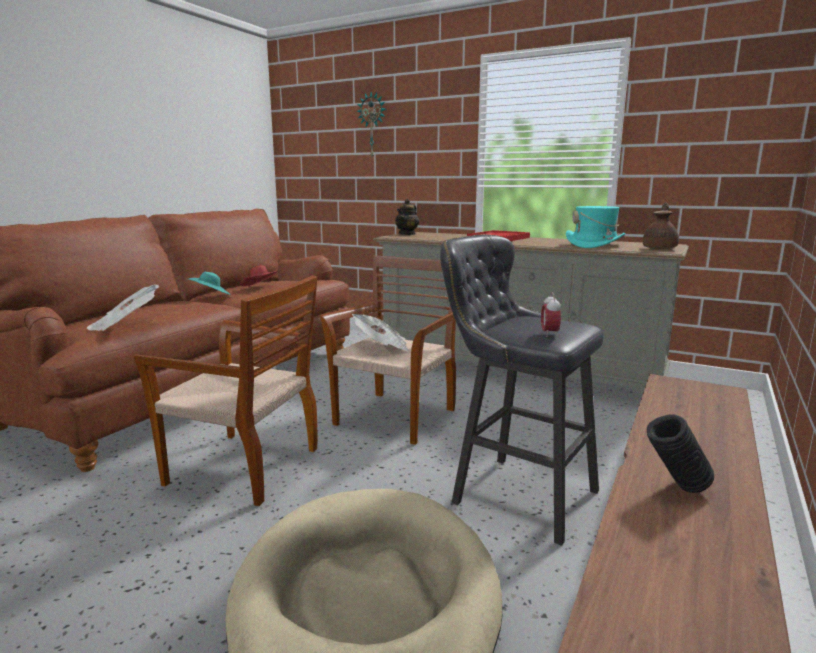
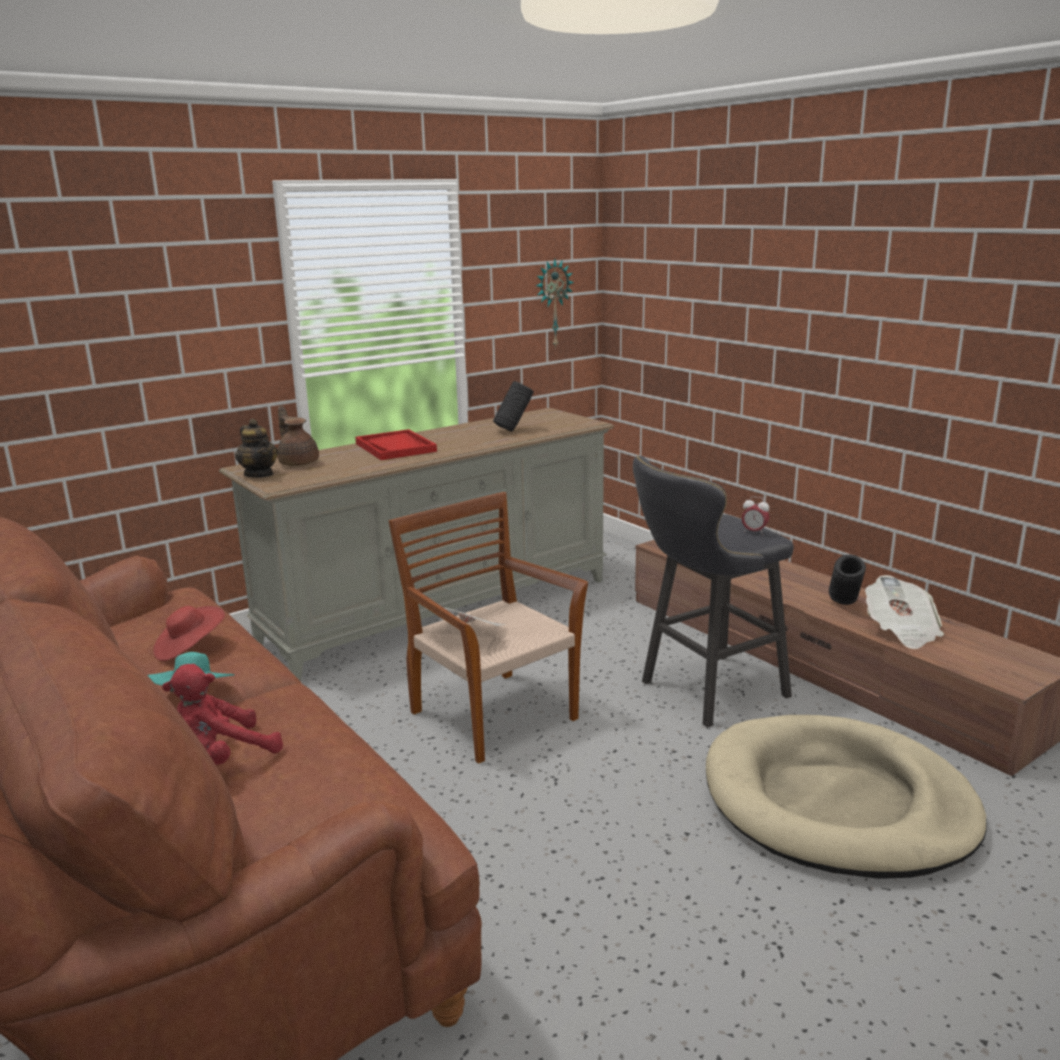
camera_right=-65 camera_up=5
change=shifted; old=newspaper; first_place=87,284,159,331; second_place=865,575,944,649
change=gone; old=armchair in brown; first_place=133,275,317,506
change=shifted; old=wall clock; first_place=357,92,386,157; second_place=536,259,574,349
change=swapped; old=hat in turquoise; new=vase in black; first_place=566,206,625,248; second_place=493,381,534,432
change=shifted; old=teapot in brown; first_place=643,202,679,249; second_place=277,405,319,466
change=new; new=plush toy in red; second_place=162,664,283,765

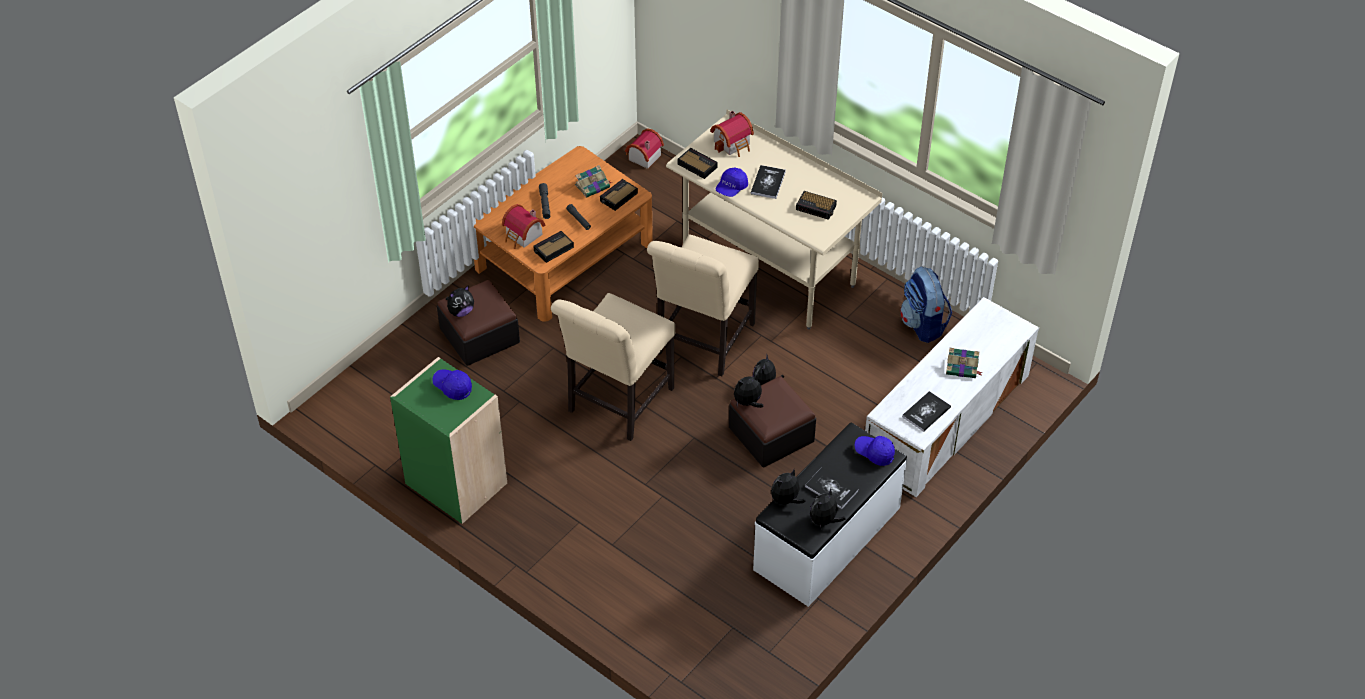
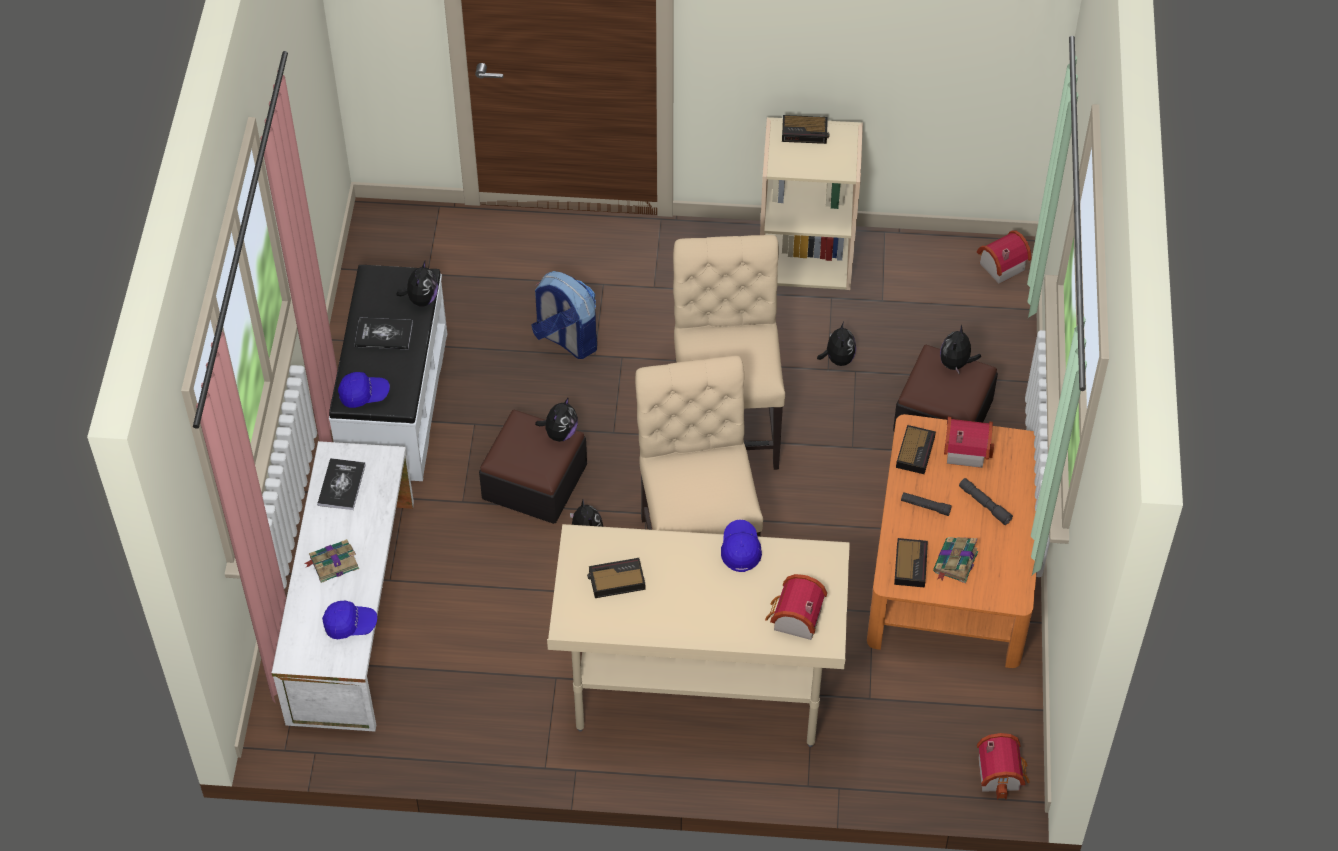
camera_right=145 camera_up=5
change=repainted; old=bookcase in green; new=bookcase in beige; first_place=390,357,507,524; second_place=760,117,863,290
change=shifted; old=cap in blue; first_place=432,369,472,400; second_place=322,601,377,639
change=shifted; old=alarm clock; first_place=677,148,718,179; second_place=782,115,829,144
change=gone; old=book; first_place=751,165,785,199
change=shifted; old=plush toy; first_place=810,488,846,530; second_place=817,322,856,366
change=shifted; old=backpack; first_place=900,267,952,343; second_place=531,271,597,359
change=new; new=toy house; second_place=977,230,1032,284

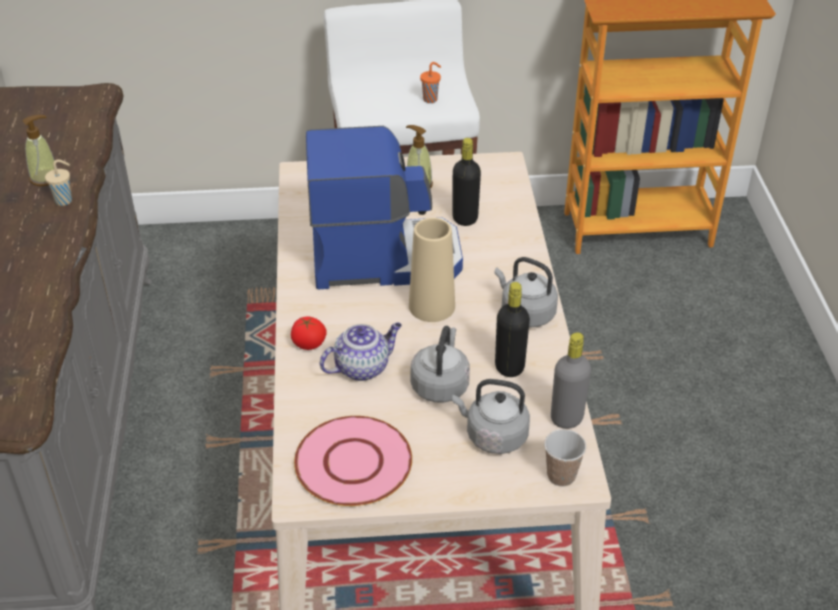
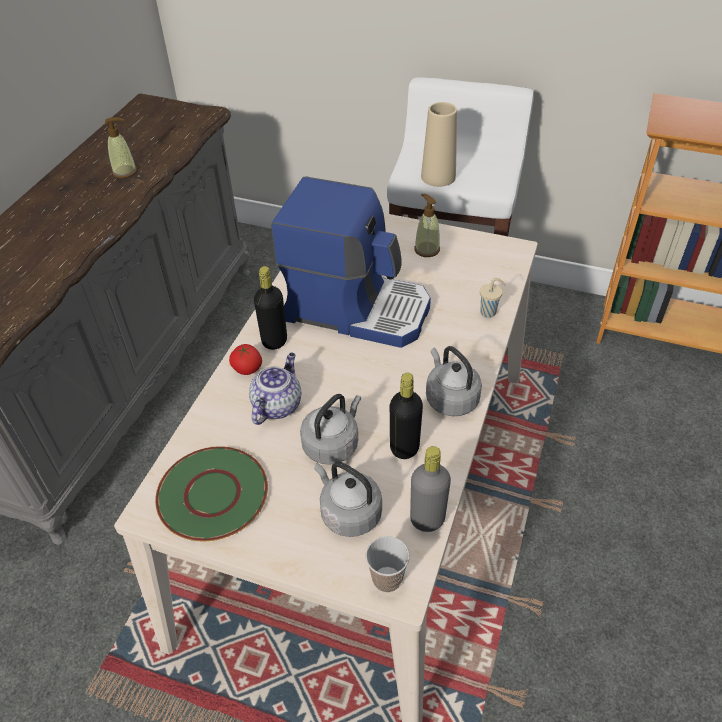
camera_right=25 camera_up=5
change=shifted; old=cup in beige; first_place=45,160,72,206; second_place=480,278,506,318
change=repainted; old=plate in pink; new=plate in green; first_place=294,416,412,506; second_place=155,446,268,541
change=rotated; old=teapot; first_place=320,323,402,381; second_place=249,353,301,425; degrees=-60
change=shifted; old=vase in beige; first_place=409,218,455,322; second_place=421,102,457,187
change=gone; old=cup in orange; first_place=420,62,441,103
change=shifted; old=bottle in black; first_place=452,138,481,226; second_place=254,266,287,350

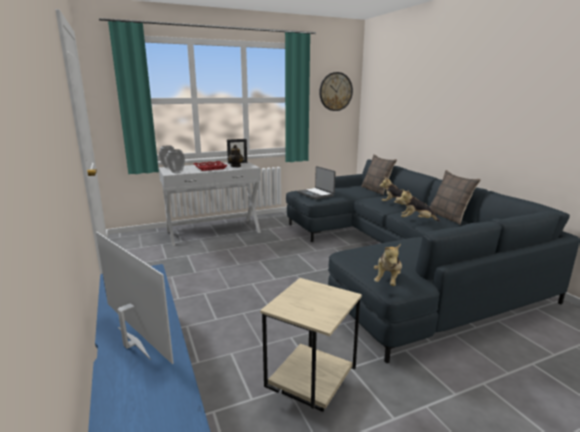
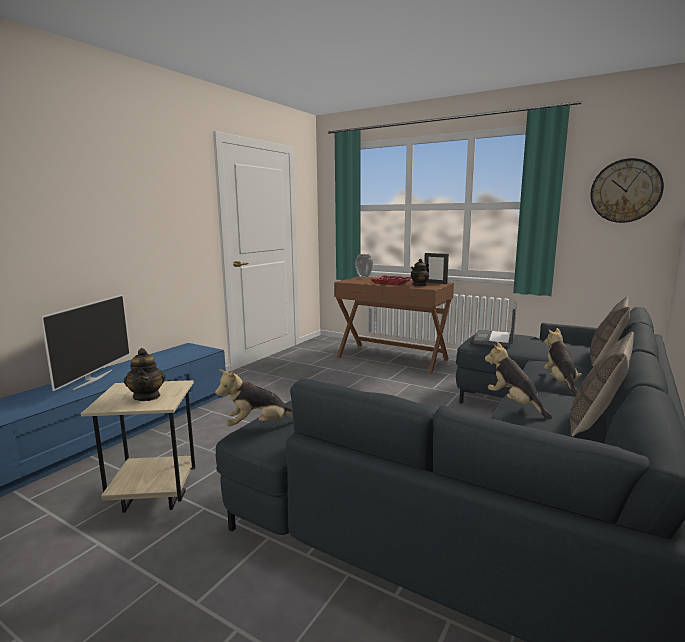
camera_right=55 camera_up=-5
change=repainted; old=console table in white; new=console table in brown; first_place=158,161,261,246; second_place=334,276,454,374
change=gone; old=vase; first_place=166,149,185,174
change=new; new=teapot; second_place=124,348,165,401

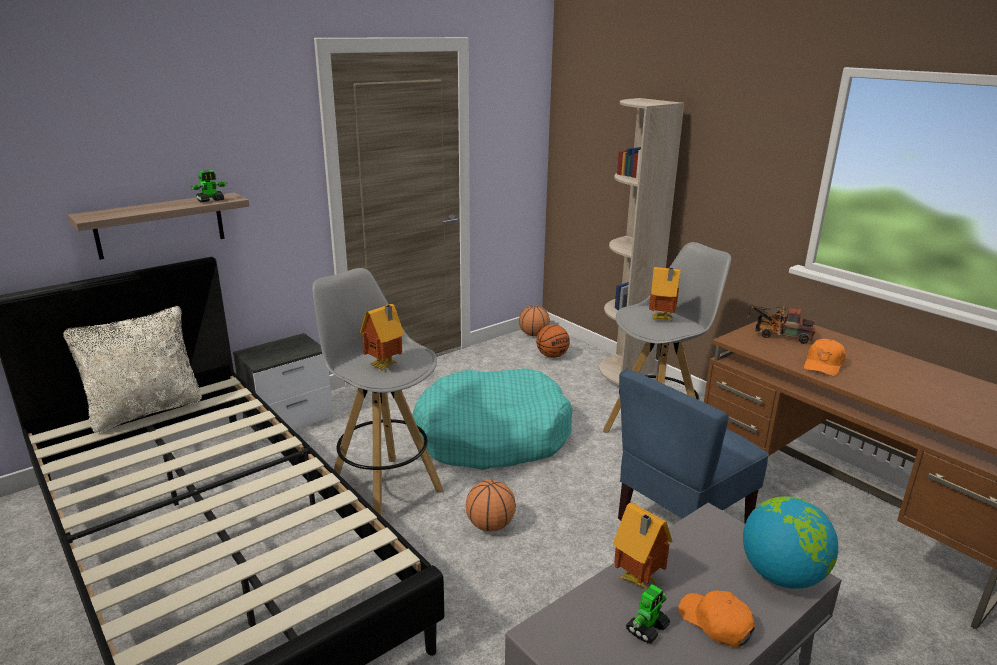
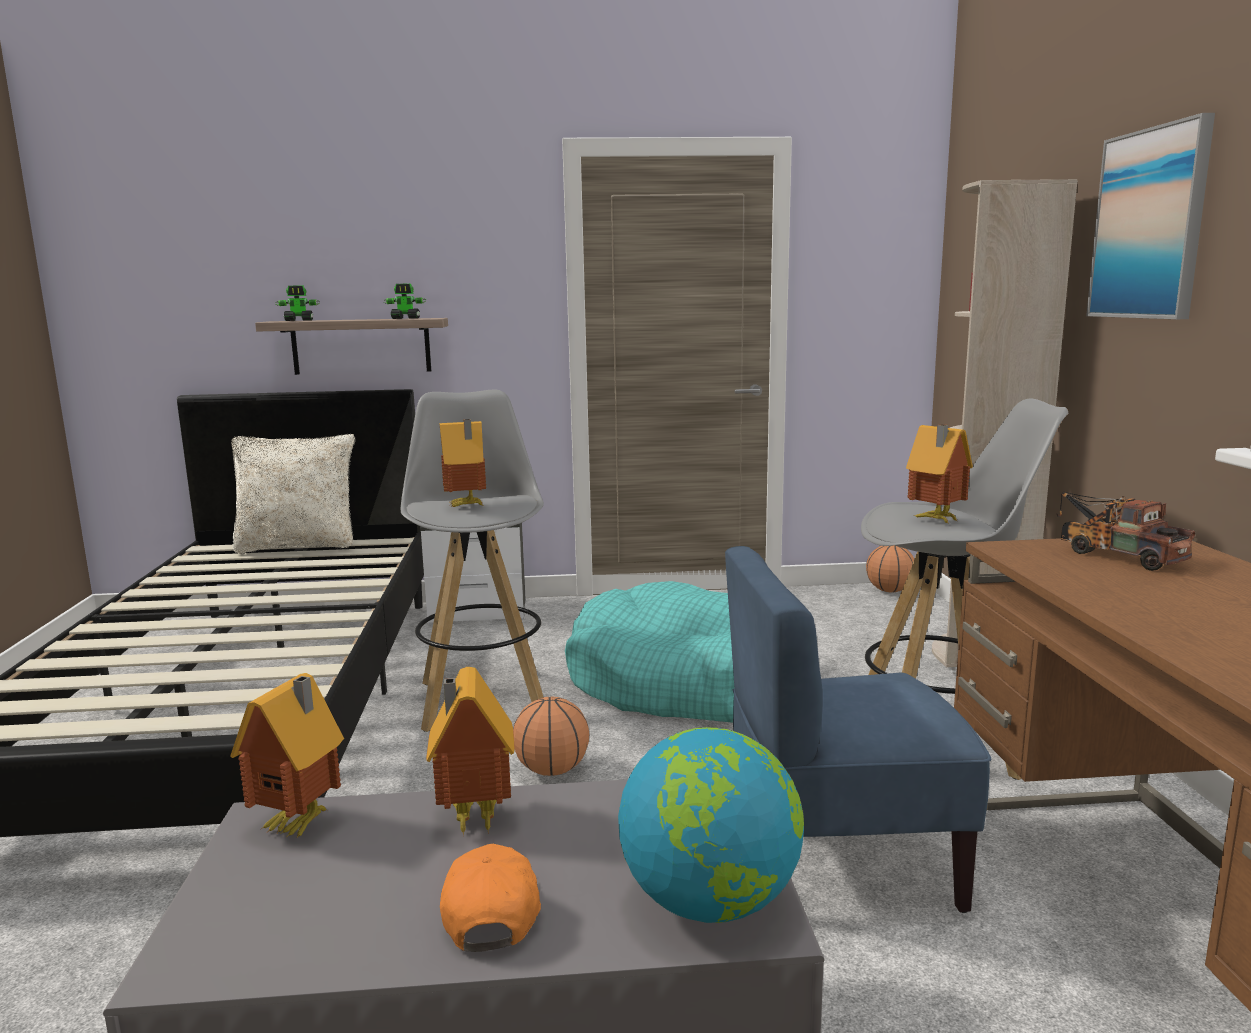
camera_right=35 camera_up=-10
change=gone; old=basketball; first_place=536,324,570,358
change=shifted; old=toy robot; first_place=626,584,670,644; second_place=276,285,320,321
change=gone; old=cap in orange; first_place=804,339,846,376
change=new; new=toy house; second_place=230,673,344,839
change=new; new=picture; second_place=1086,113,1215,319

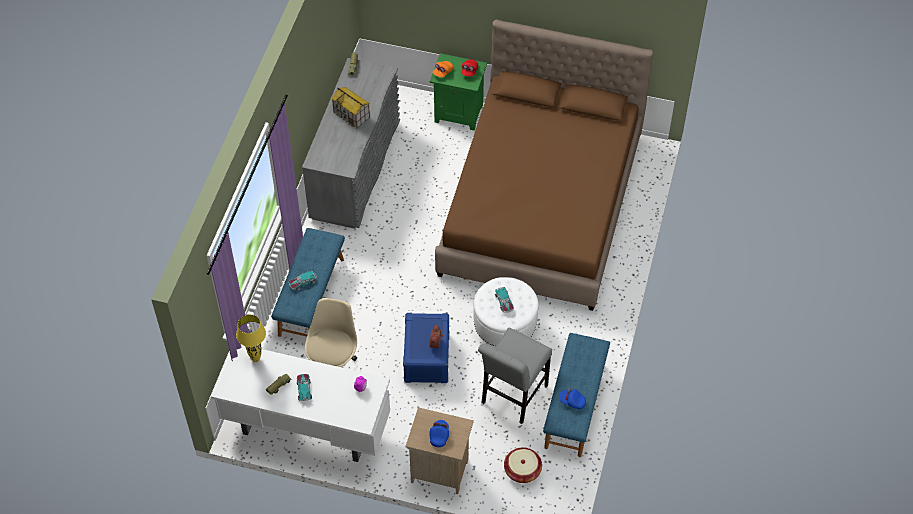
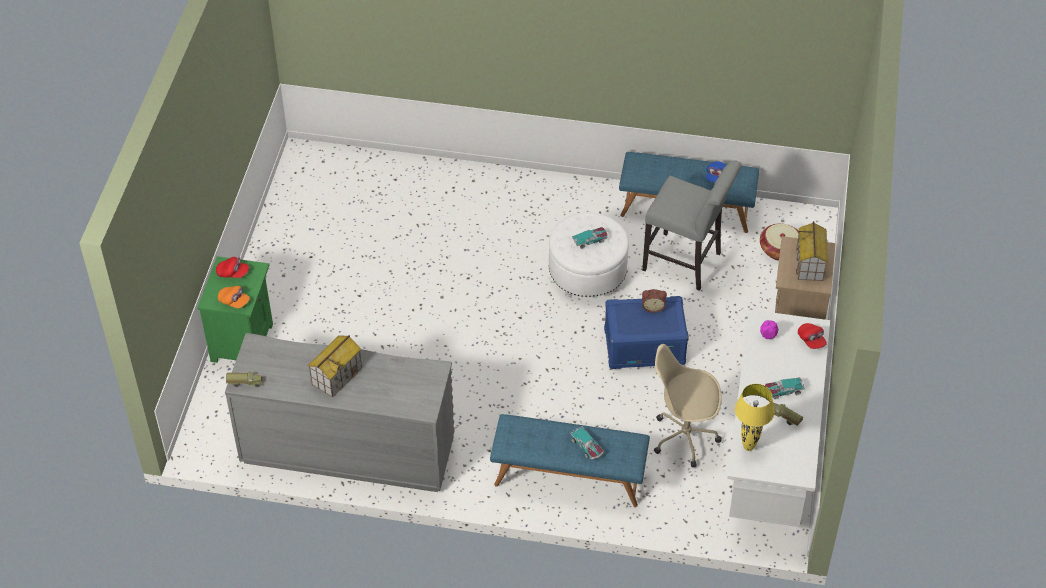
camera_right=-95 camera_up=-5
change=swapped; old=cap in blue; new=toy house; first_place=429,420,449,447; second_place=796,221,828,281
change=gone; old=bed in brown; first_place=435,19,653,311
change=new; new=cap in red; second_place=798,323,827,349

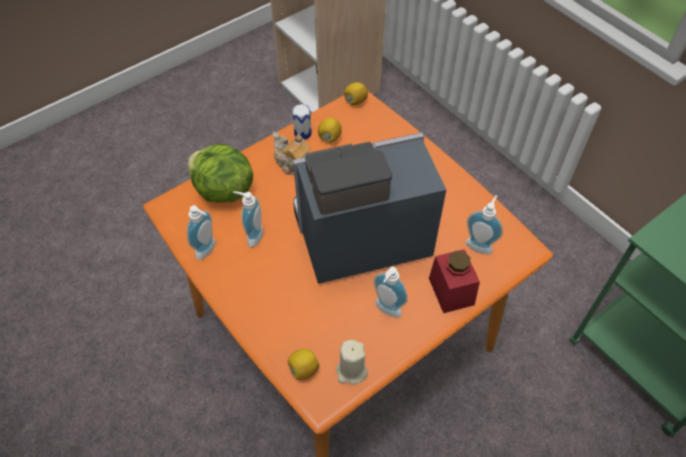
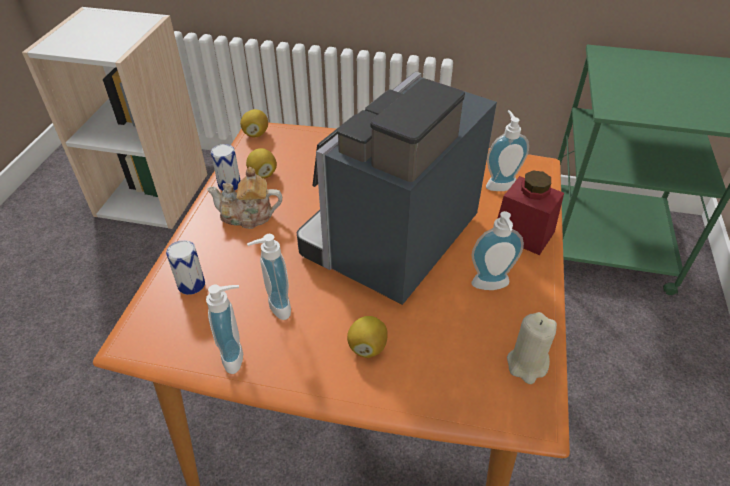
camera_right=-40 camera_up=-10
change=swapped; old=lettuce; new=can; first_place=188,144,253,203; second_place=166,240,205,295
change=shifted; old=lemon; first_place=288,349,319,380; second_place=347,316,388,358

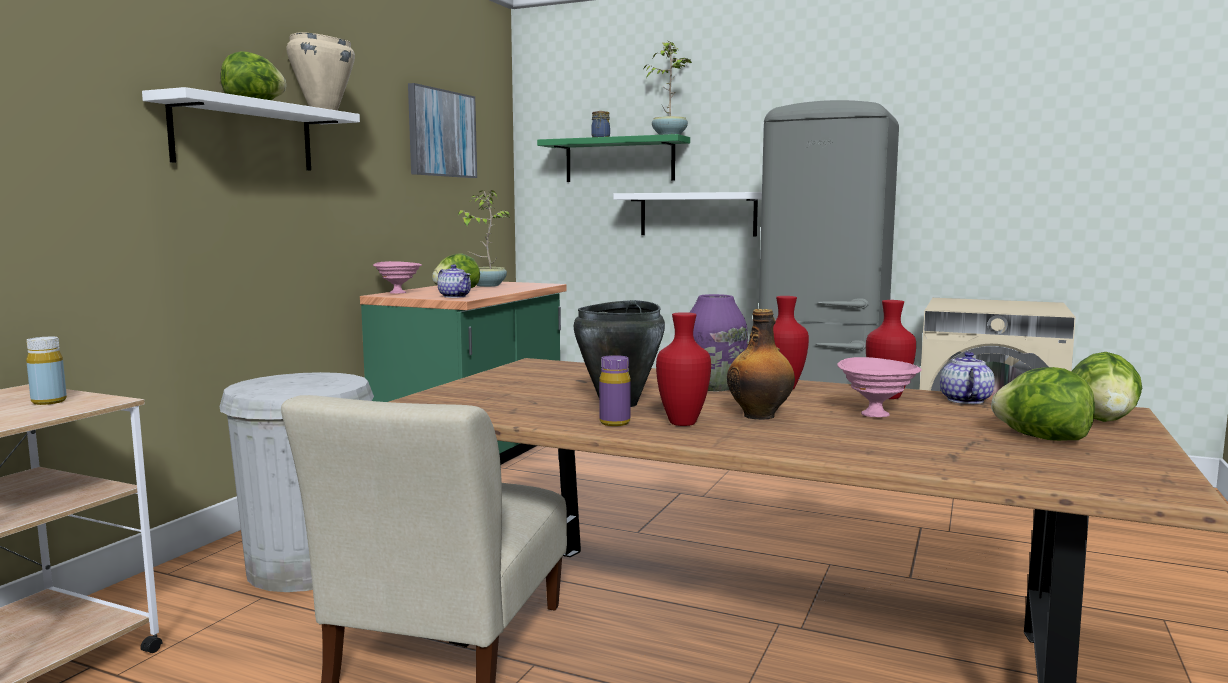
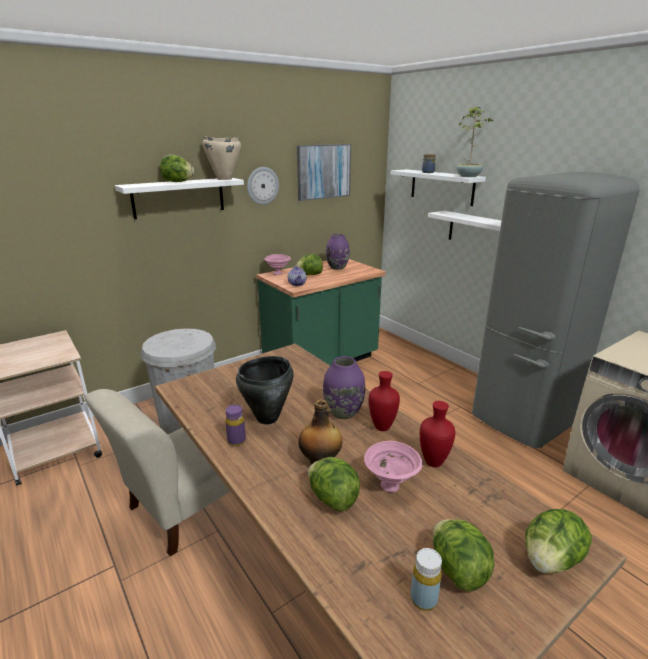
camera_right=30 camera_up=15
change=shifted; old=bottle in yellow; first_place=26,337,67,405; second_place=410,548,442,611
change=swapped; old=potted plant; new=vase in purple; first_place=458,190,510,287; second_place=326,234,350,270
change=repainted; old=shelf in green; new=shelf in white; first_place=537,134,690,182; second_place=391,169,486,206
change=gone; old=vase in red; first_place=656,312,711,426
change=gone; old=teapot; first_place=940,352,995,404
change=new; new=wall clock; second_place=247,167,279,205
change=new; new=lettuce; second_place=308,457,360,511

